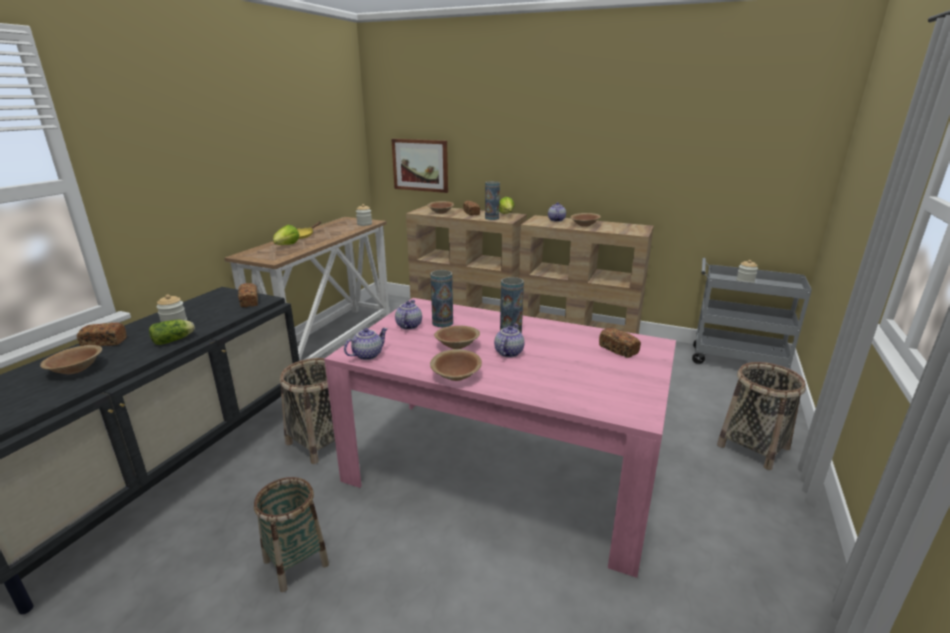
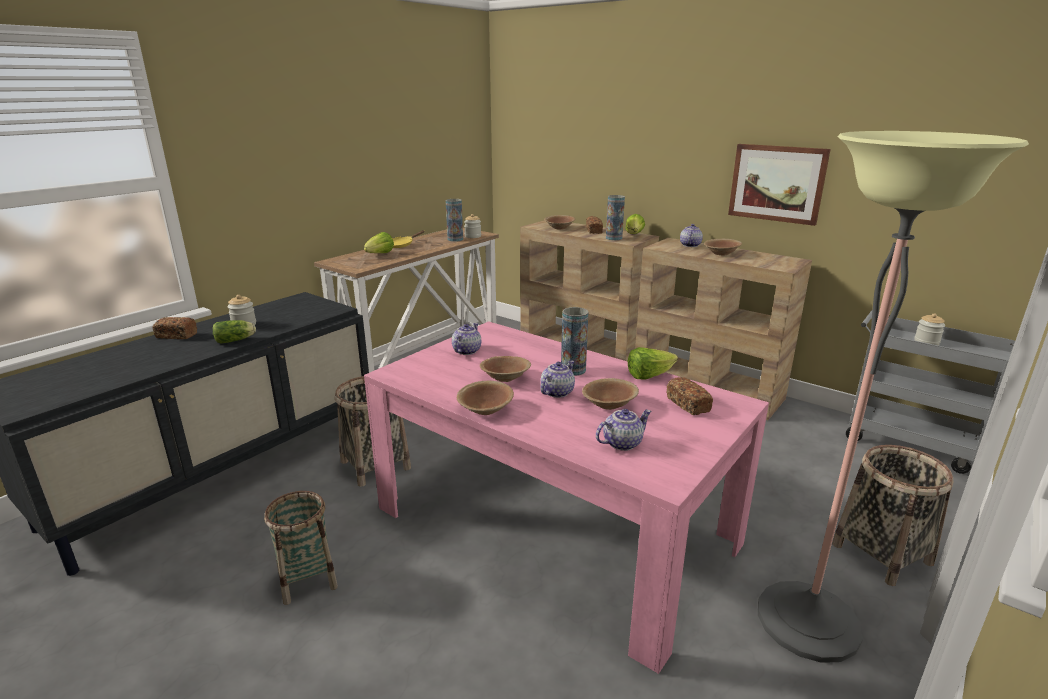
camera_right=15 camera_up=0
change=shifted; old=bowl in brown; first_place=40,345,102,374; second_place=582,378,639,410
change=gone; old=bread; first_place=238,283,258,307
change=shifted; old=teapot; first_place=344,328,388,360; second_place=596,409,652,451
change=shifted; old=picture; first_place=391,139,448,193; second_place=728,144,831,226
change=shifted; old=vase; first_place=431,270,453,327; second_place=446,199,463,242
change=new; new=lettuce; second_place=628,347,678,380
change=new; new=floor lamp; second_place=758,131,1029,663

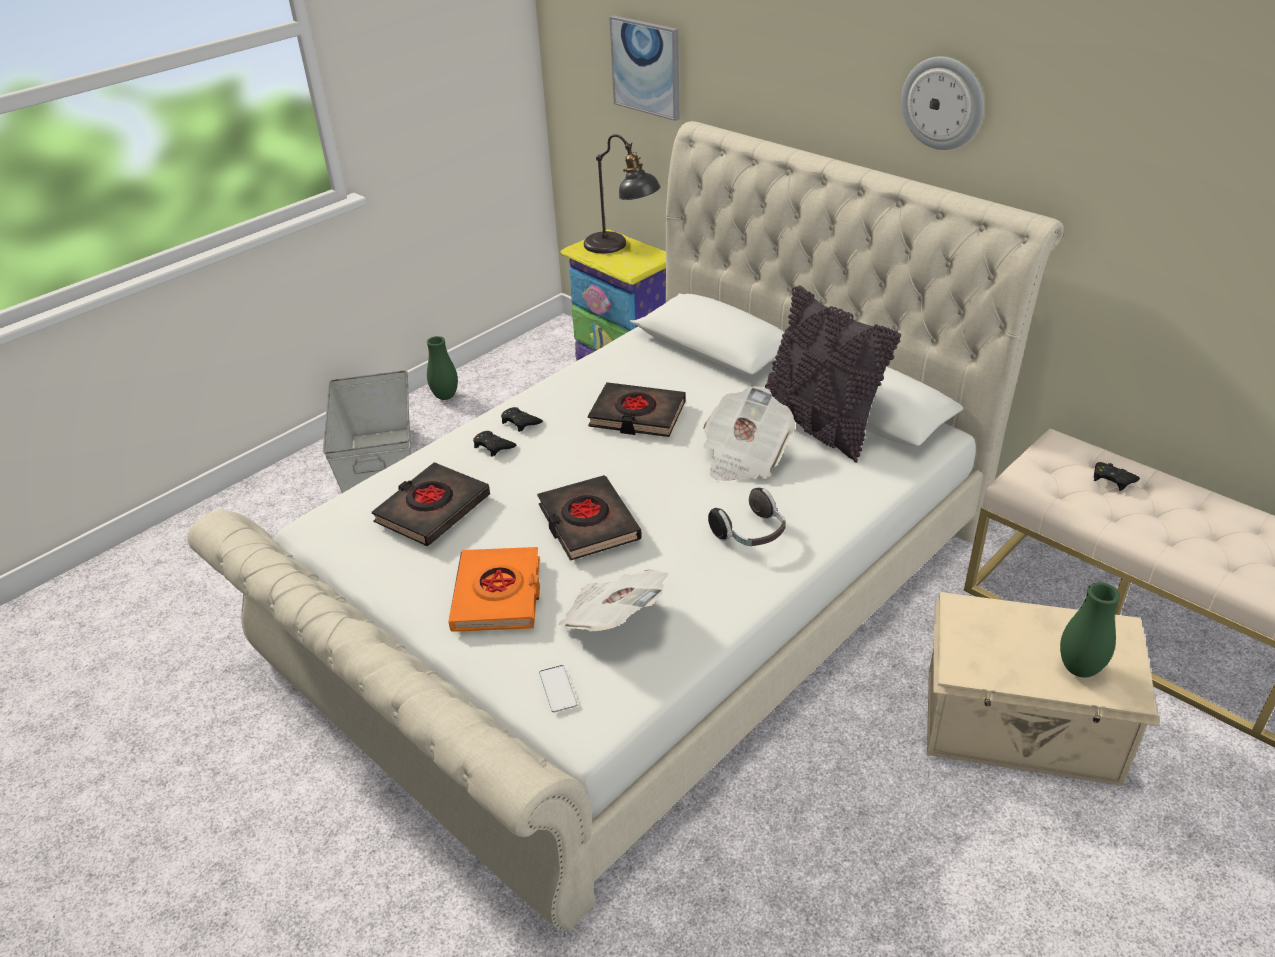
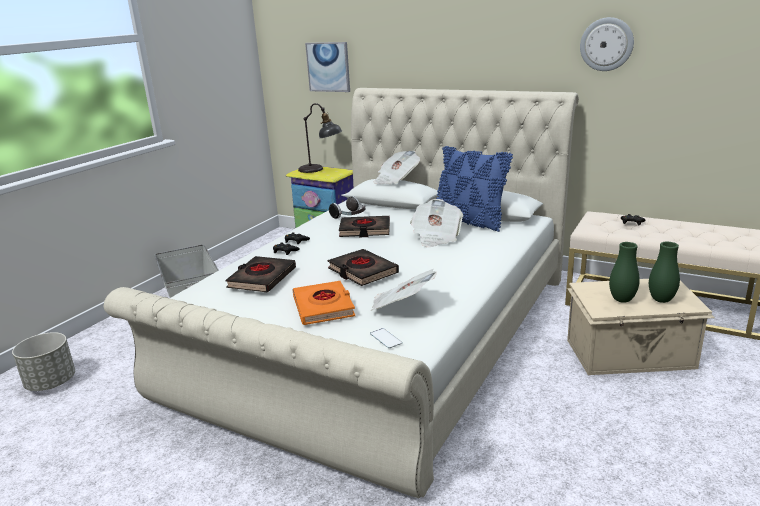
camera_right=-15 camera_up=-15
change=shifted; old=vase in green; first_place=427,336,458,400; second_place=609,242,640,303
change=shifted; old=headphones; first_place=708,488,786,546; second_place=329,196,365,219
change=repainted; old=pillow in black; new=pillow in blue; first_place=765,285,901,463; second_place=436,146,513,232
change=shifted; old=wall clock; first_place=901,56,984,150; second_place=580,17,634,71
change=new; new=planter in grey; second_place=12,332,75,391
change=new; new=newspaper; second_place=374,151,420,185

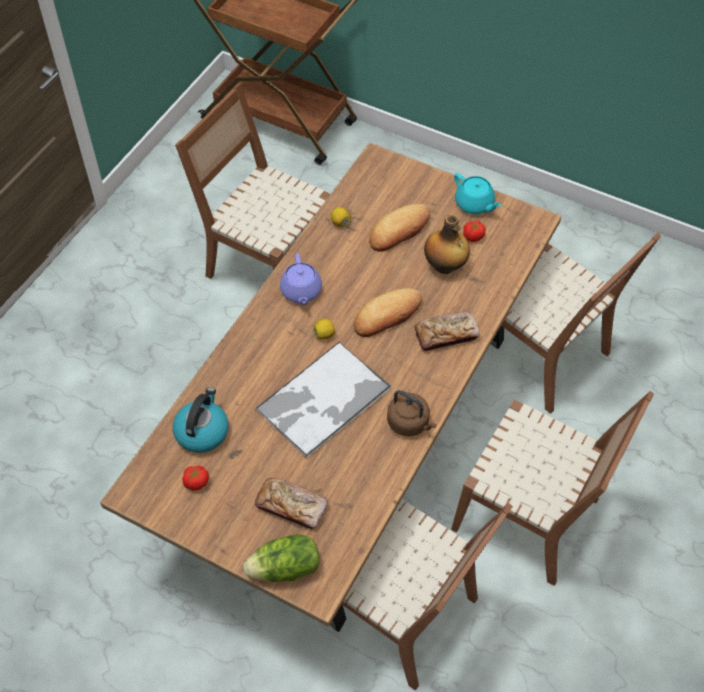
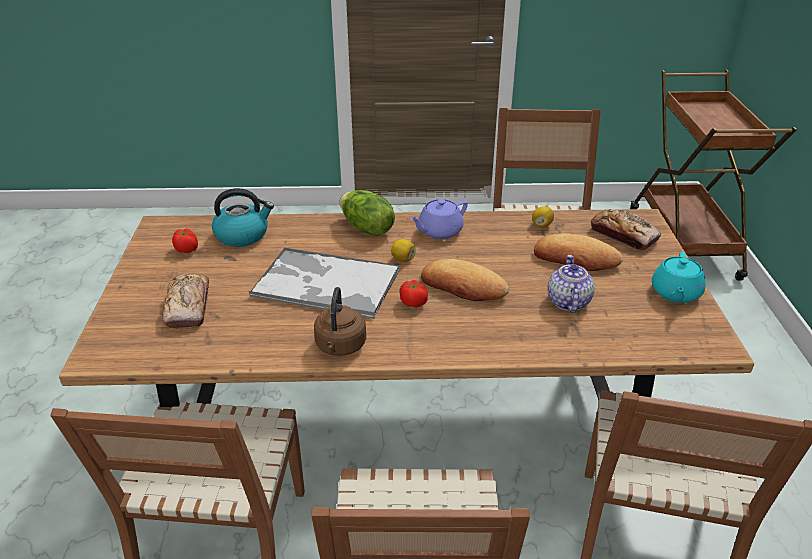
camera_right=60 camera_up=-20
change=shifted; old=lettuce; first_place=243,534,320,582; second_place=340,190,395,236
change=shifted; old=bread; first_place=414,312,480,351; second_place=591,209,661,250
change=swapped; old=bottle; new=teapot; first_place=424,214,470,274; second_place=547,255,595,313
change=shifted; old=tomato; first_place=463,221,486,242; second_place=399,280,428,307

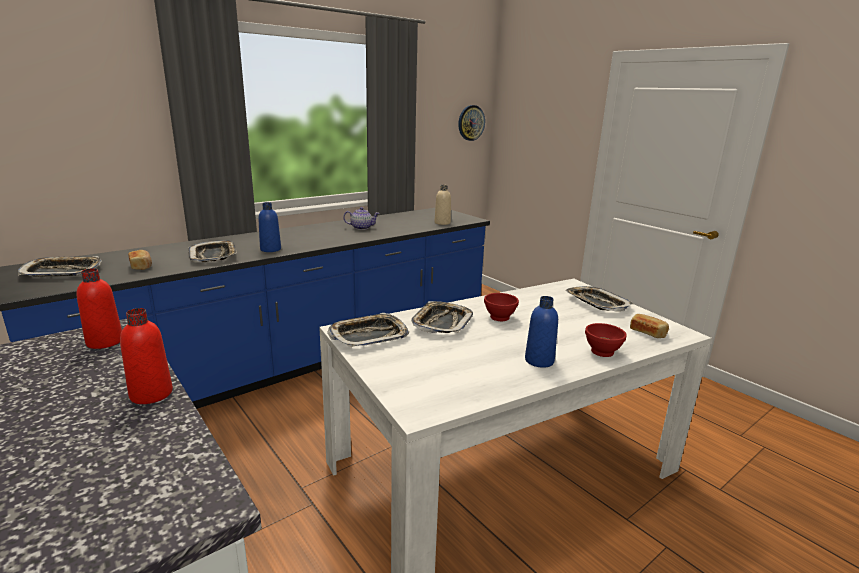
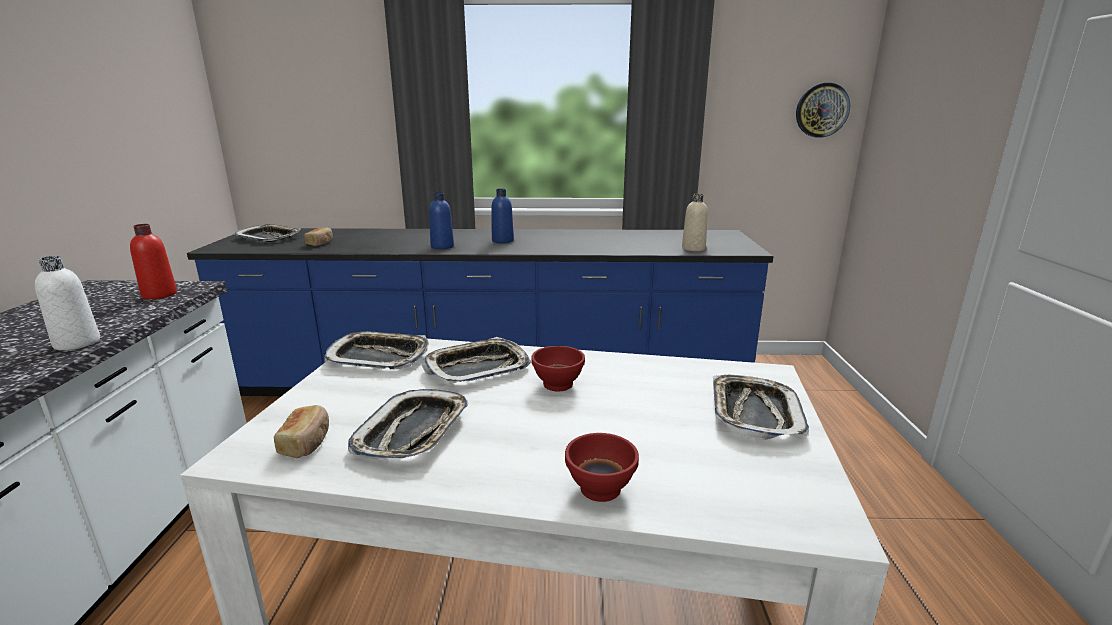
camera_right=40 camera_up=0
change=repainted; old=bottle in red; new=bottle in white; first_place=120,308,173,404; second_place=35,256,100,350
change=shifted; old=tray; first_place=189,240,237,262; second_place=348,389,468,461
change=gone; old=teapot; first_place=343,207,380,230
change=shifted; old=bottle in blue; first_place=525,296,558,368; second_place=491,189,514,243
change=shifted; old=bread; first_place=630,314,669,338; second_place=274,405,329,458

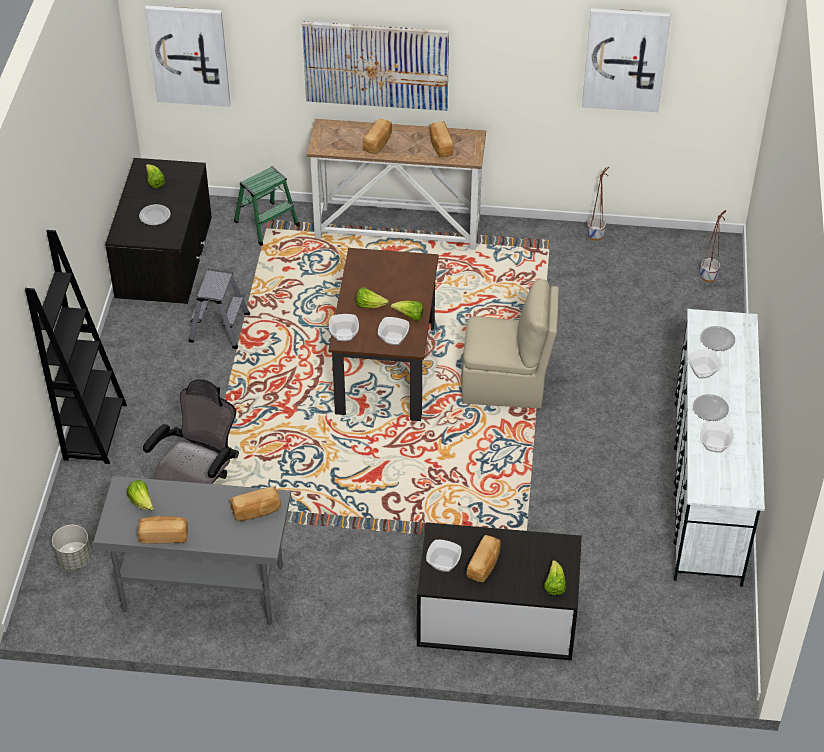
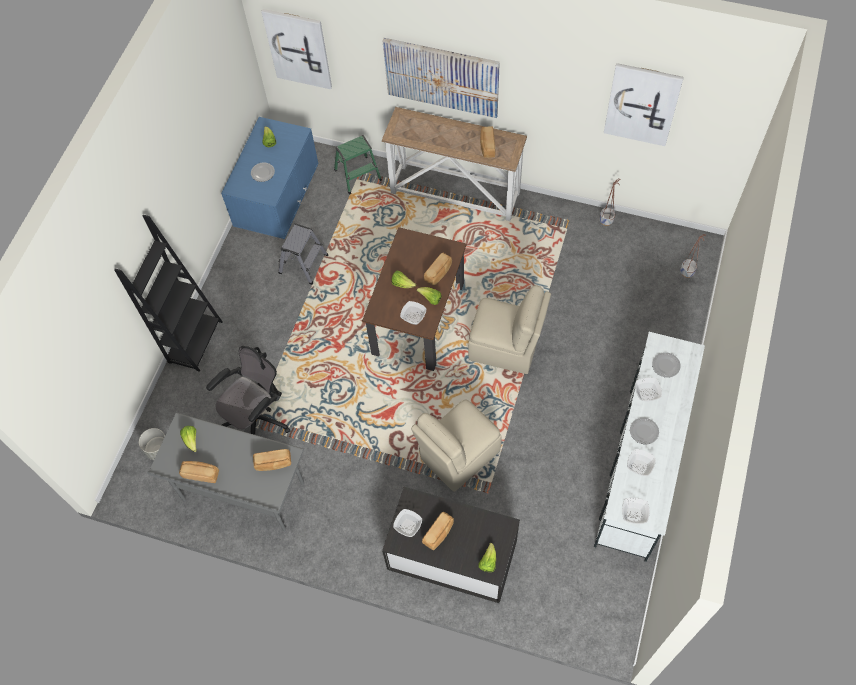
camera_right=15 camera_up=15
change=repainted; old=cabinet in black; new=cabinet in blue; first_place=105,158,212,304; second_place=221,117,319,239
change=shifted; old=bowl; first_place=329,314,359,341; second_place=622,498,649,524
change=shifted; old=bread; first_place=363,118,392,154; second_place=424,253,452,285
change=new; new=chair in beige; second_place=411,400,502,492

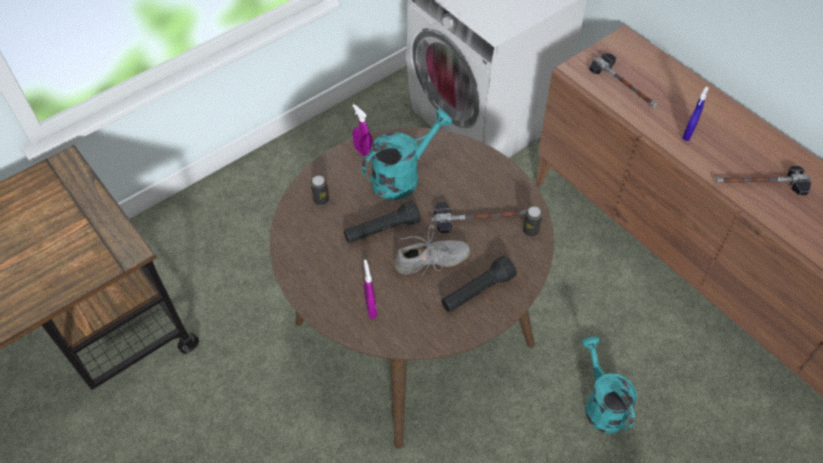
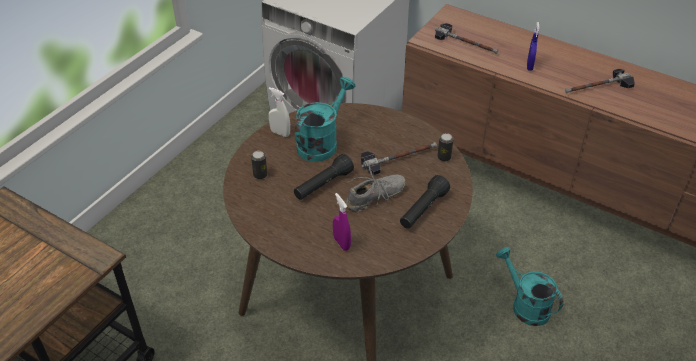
camera_right=-20 camera_up=-10
change=repainted; old=spray bottle in purple; new=spray bottle in white; first_place=352,104,373,159; second_place=269,87,290,137

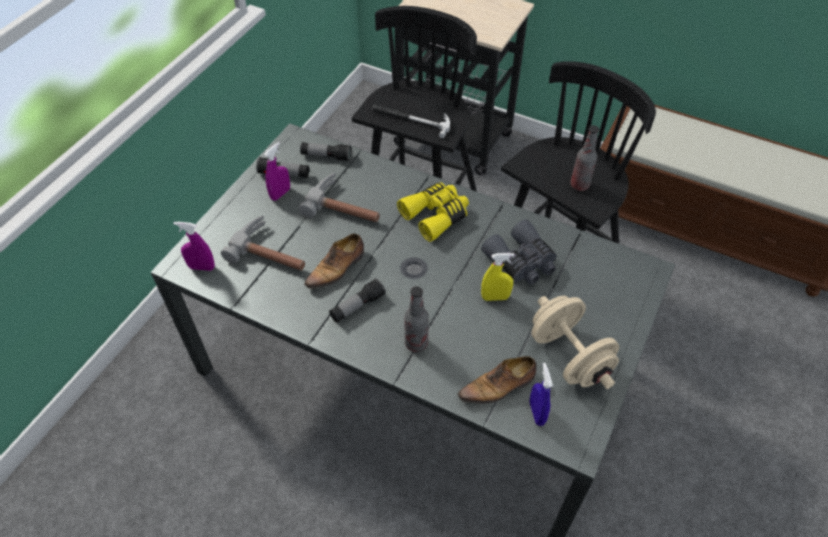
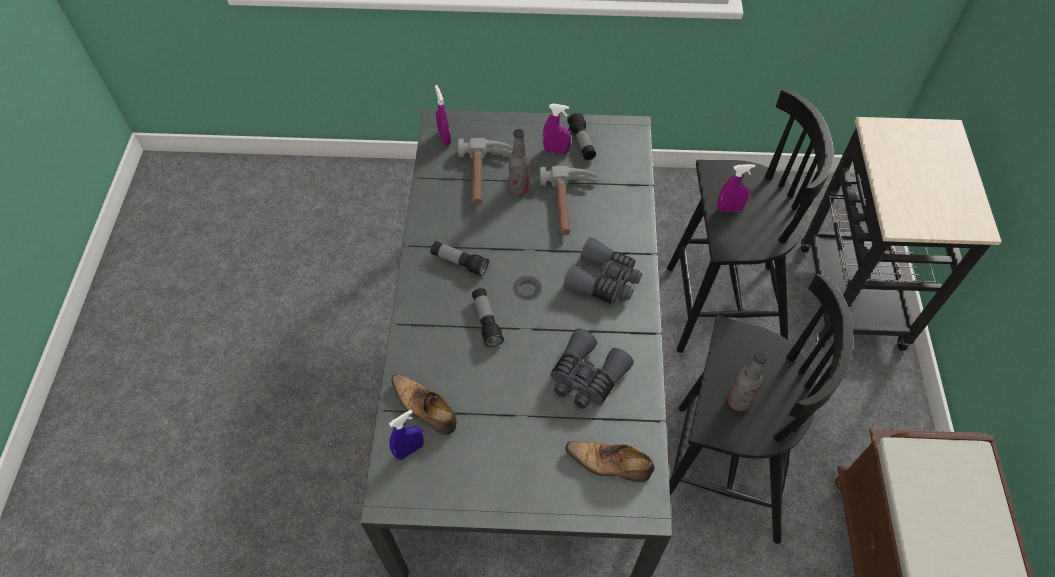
camera_right=65 camera_up=5
change=shifted; old=flashlight; first_place=300,142,352,161; second_place=472,288,504,347
change=shifted; old=shoe; first_place=304,234,364,289; second_place=565,441,655,482
change=swapped; old=hammer; new=spray bottle in purple; first_place=372,104,450,138; second_place=717,164,755,212
change=repainted; old=binoculars in yellow; new=binoculars in grey; first_place=397,182,469,242; second_place=563,237,642,304
change=shifted; old=bottle; first_place=405,286,429,352; second_place=509,129,530,195
change=gone; old=spray bottle in yellow; first_place=481,253,514,301
change=gone; old=dumbbell in beige; first_place=531,296,619,389

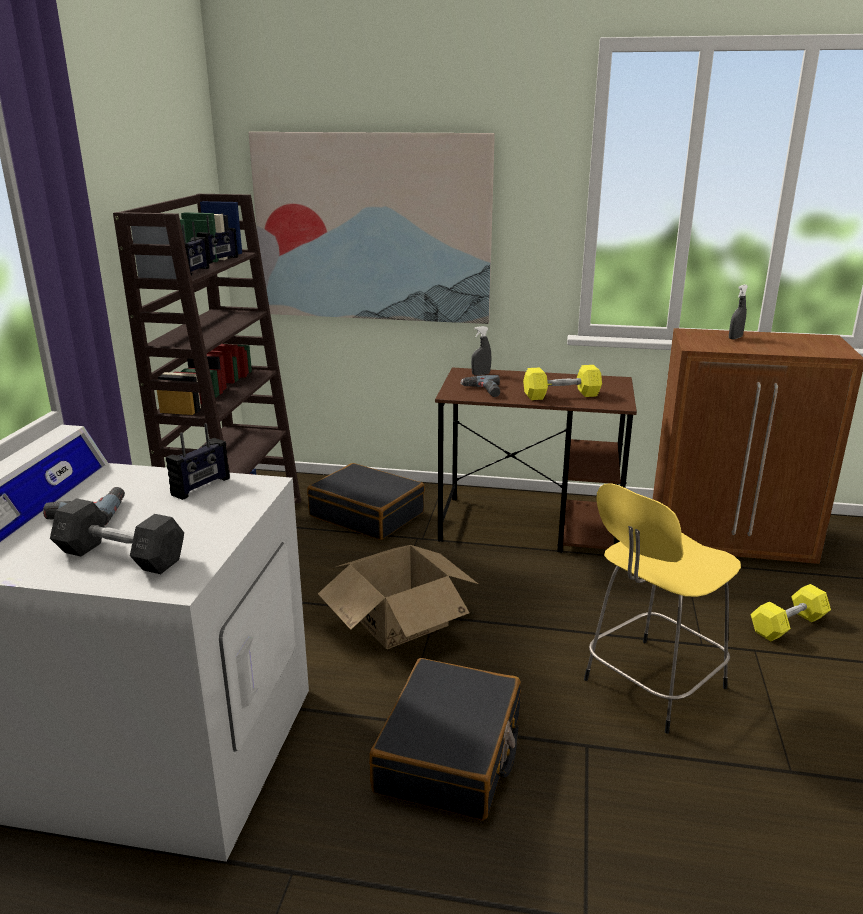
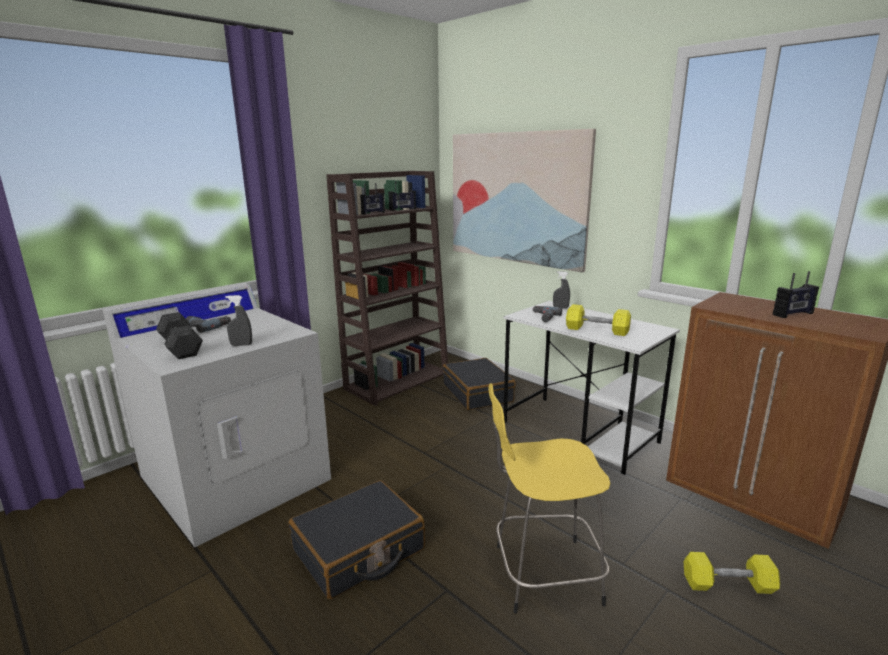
camera_right=35 camera_up=-5
change=shifted; old=radio; first_place=166,423,230,500; second_place=773,271,819,318
change=gone; old=cardboard box; first_place=318,545,478,649
change=repainted; old=desk in brown; new=desk in white; first_place=435,367,637,552; second_place=503,301,680,475
change=shifted; old=spray bottle in grey; first_place=729,284,748,340; second_place=225,295,252,346

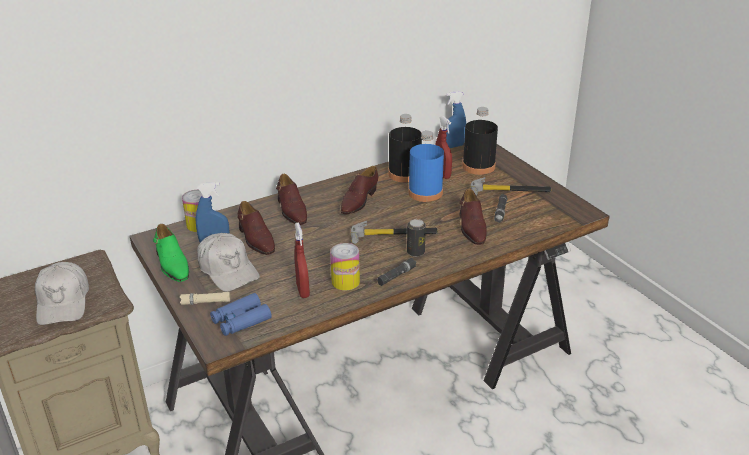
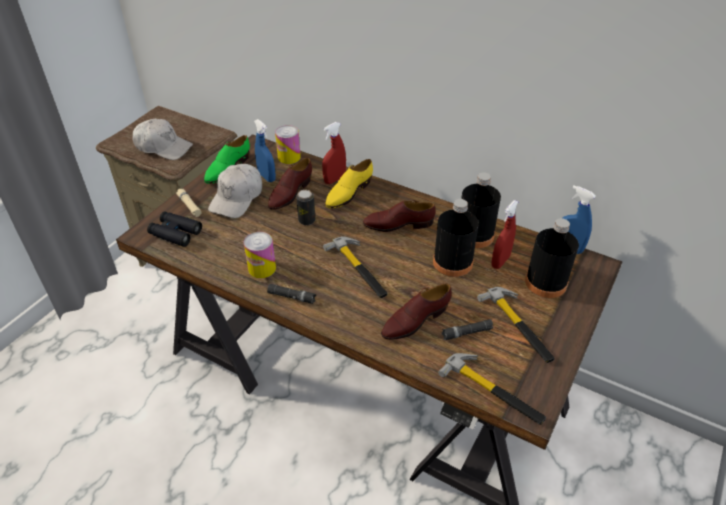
camera_right=60 camera_up=10
change=rotated; old=cap in white; first_place=35,262,89,325; second_place=132,119,193,160; degrees=-120
change=repainted; old=binoculars in blue; new=binoculars in black; first_place=210,293,272,336; second_place=147,211,202,247
change=repainted; old=shoe in brown; new=shoe in yellow; first_place=276,174,307,225; second_place=325,159,373,208
change=shifted; old=spray bottle in red; first_place=294,223,310,298; second_place=322,122,346,184
change=shifted; old=can; first_place=407,219,426,257; second_place=296,190,315,225
change=repainted; old=bottle in blue; new=bottle in black; first_place=408,131,444,202; second_place=433,199,479,277
change=new; new=hammer; second_place=438,353,546,425

